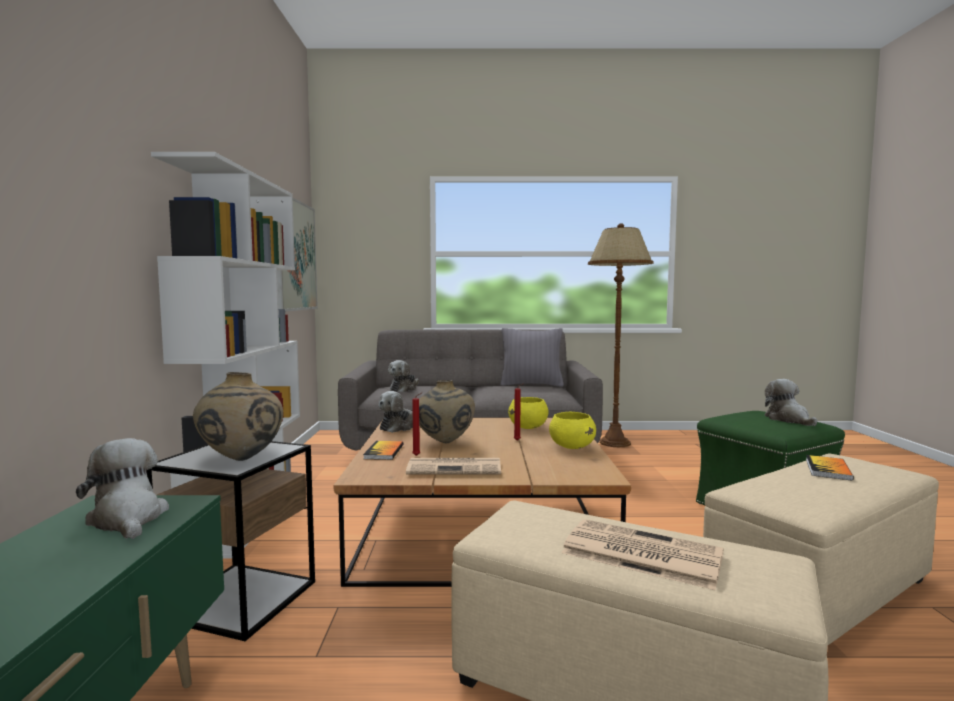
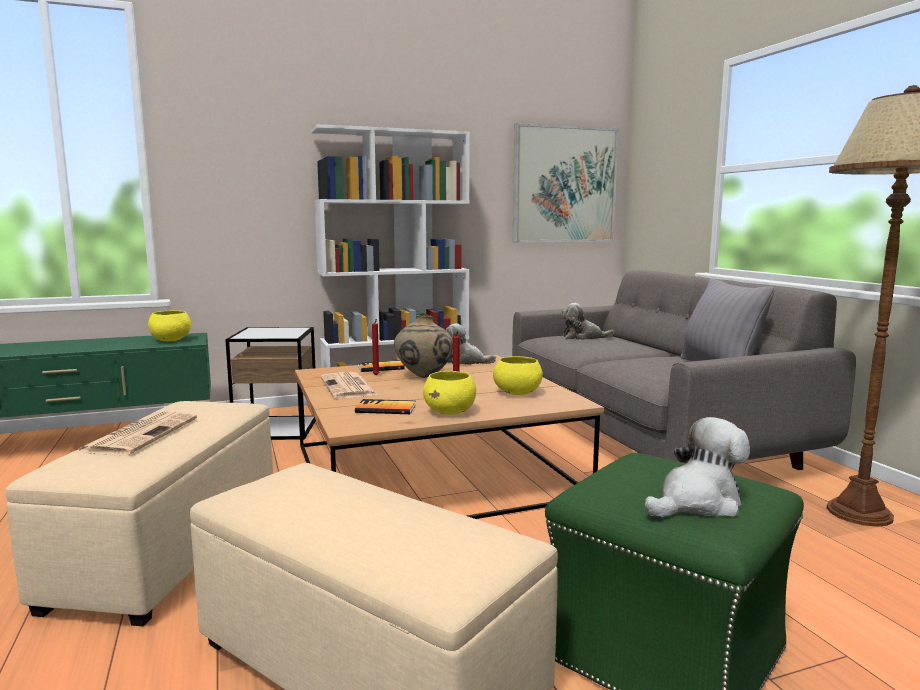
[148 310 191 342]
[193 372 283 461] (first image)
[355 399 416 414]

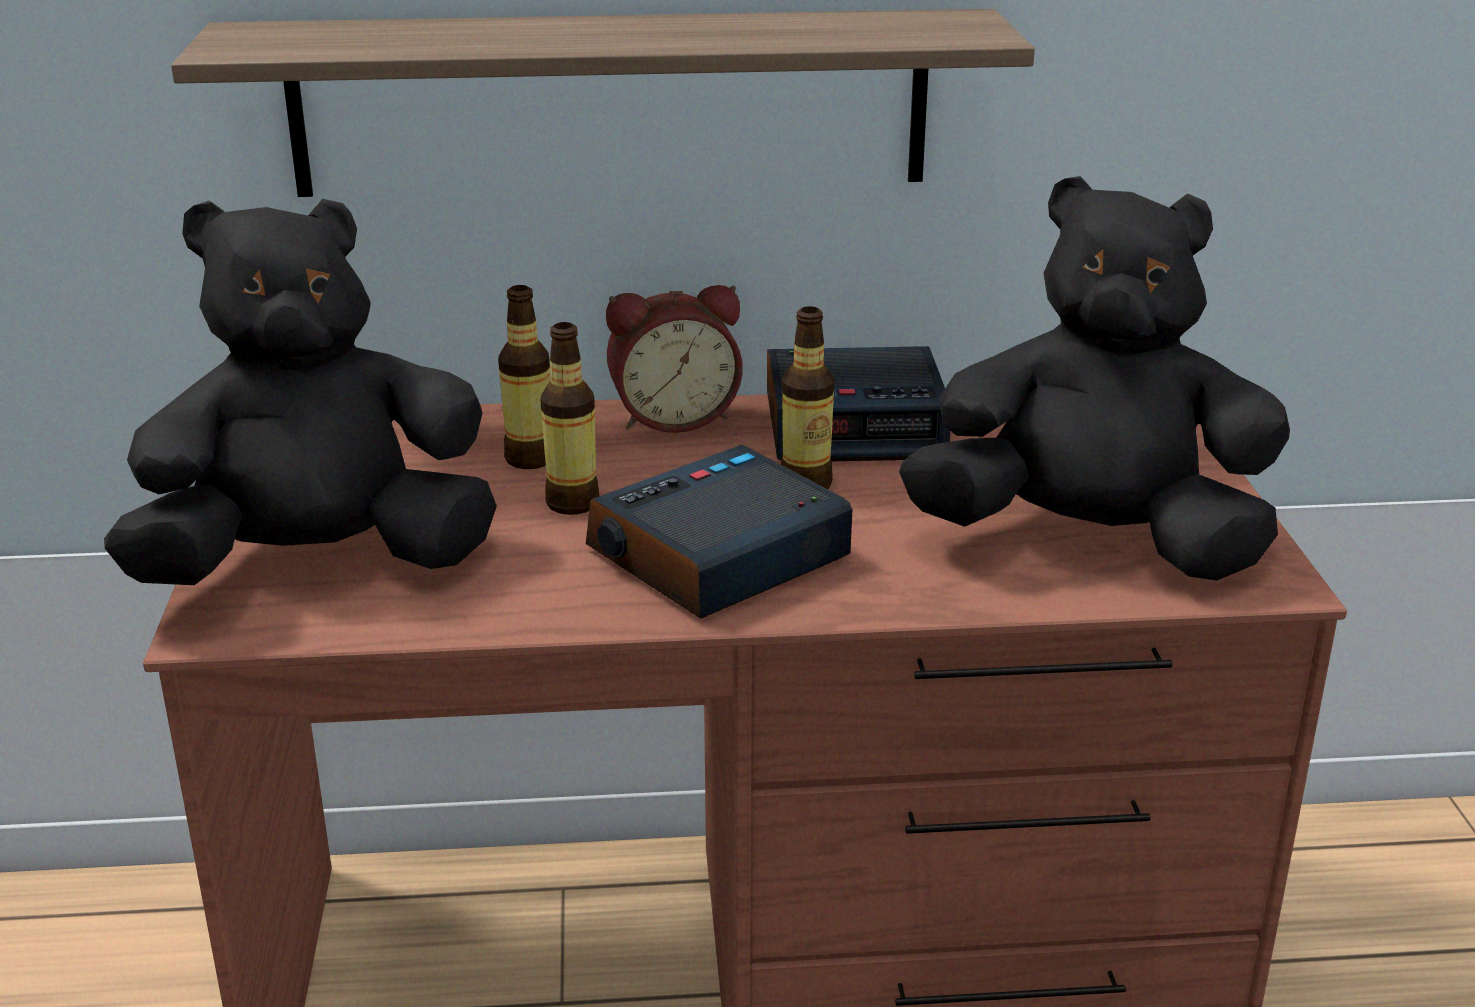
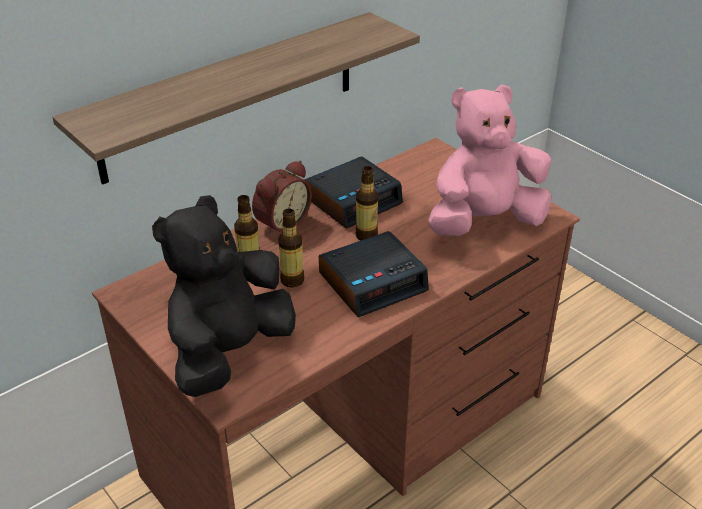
[319 231 429 317]
[428 85 551 236]

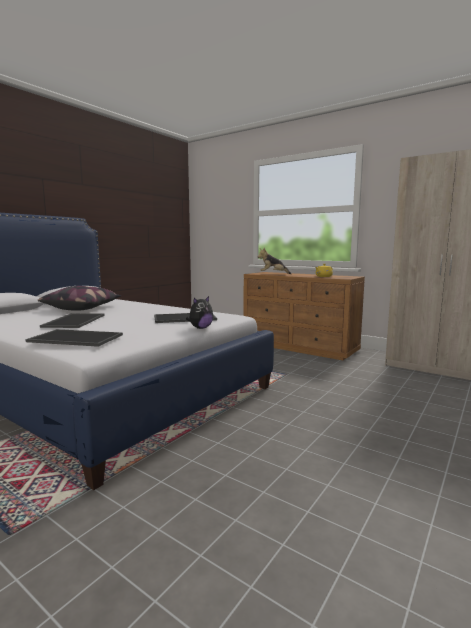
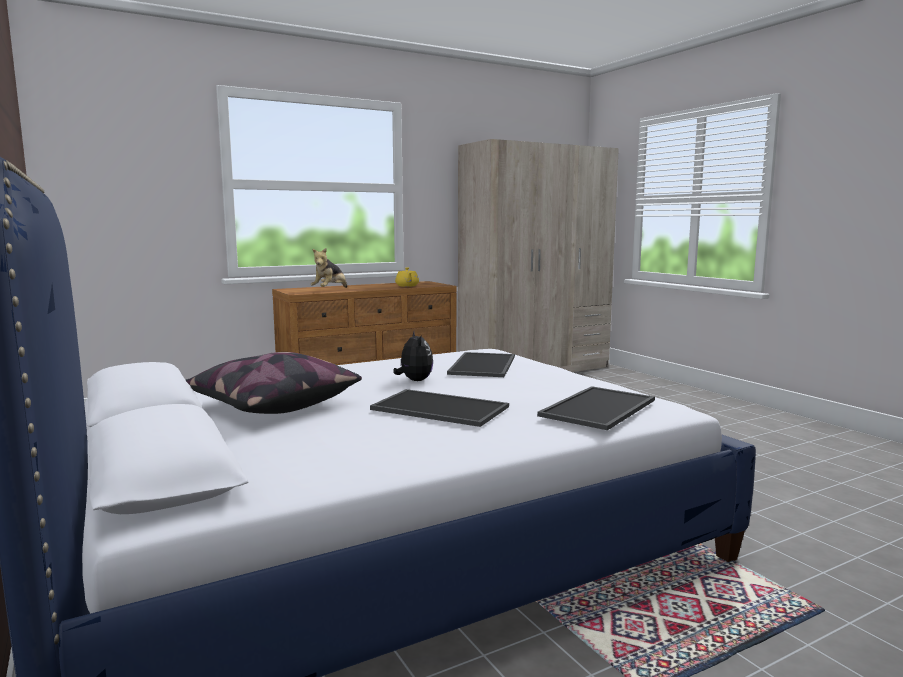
[393 331 433 381]

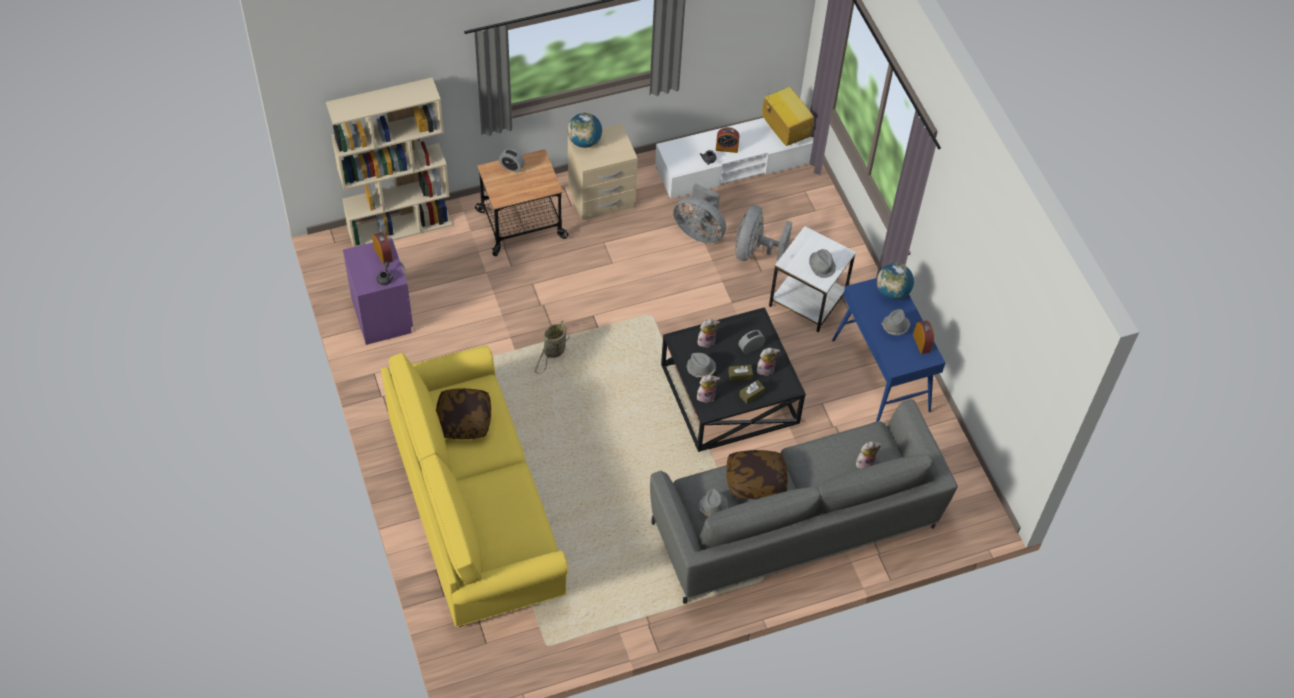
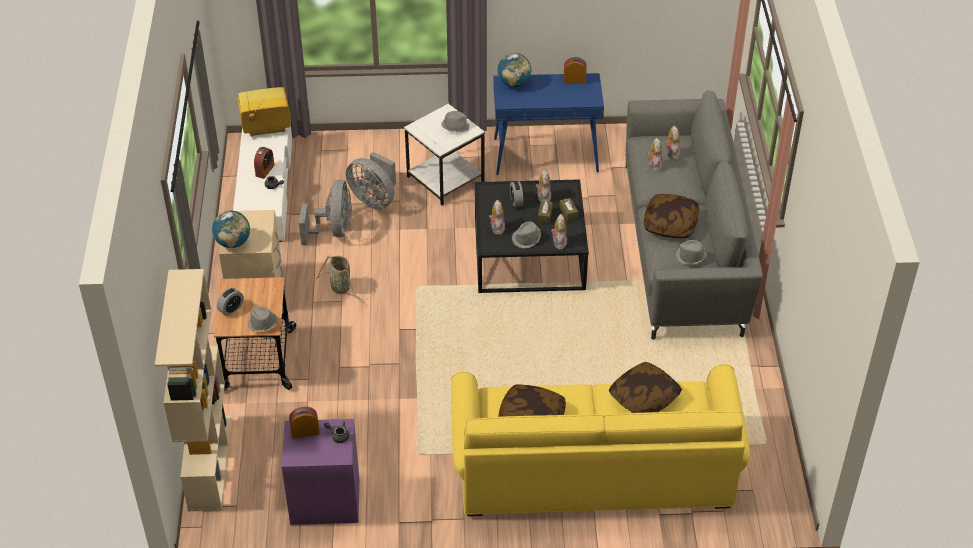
[316 255 364 303]
[299 180 352 245]
[248 306 278 332]
[609 362 682 413]
[647 138 662 172]

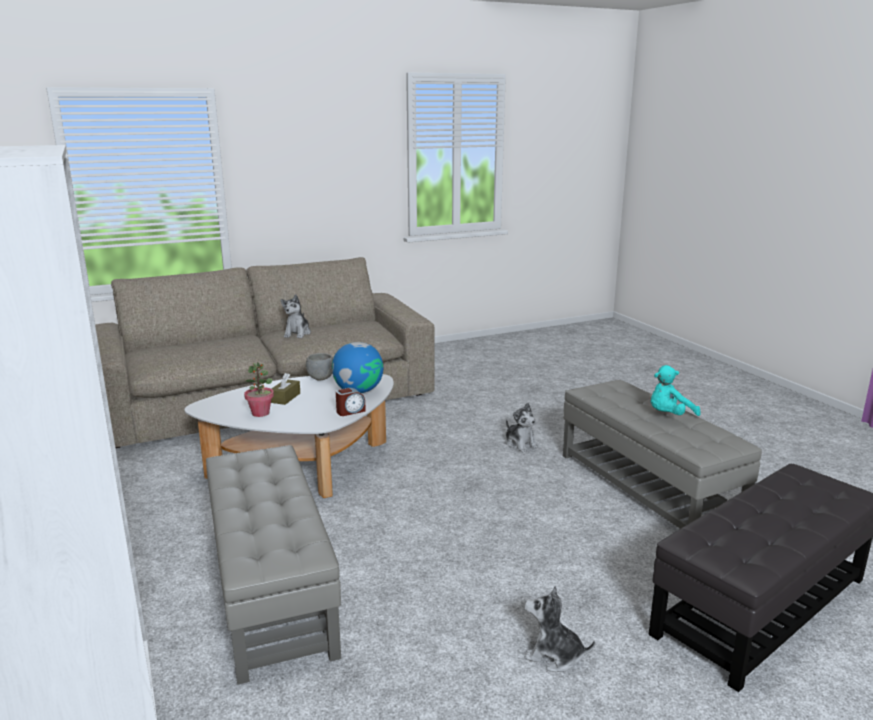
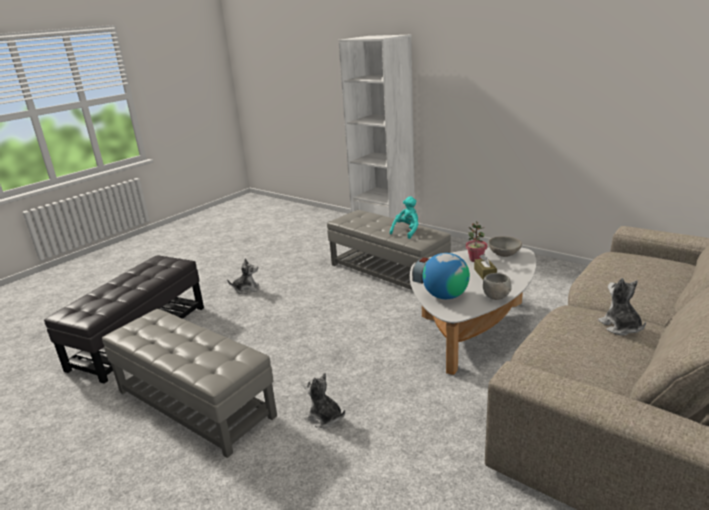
[390 196 418 239]
[488 236 522 257]

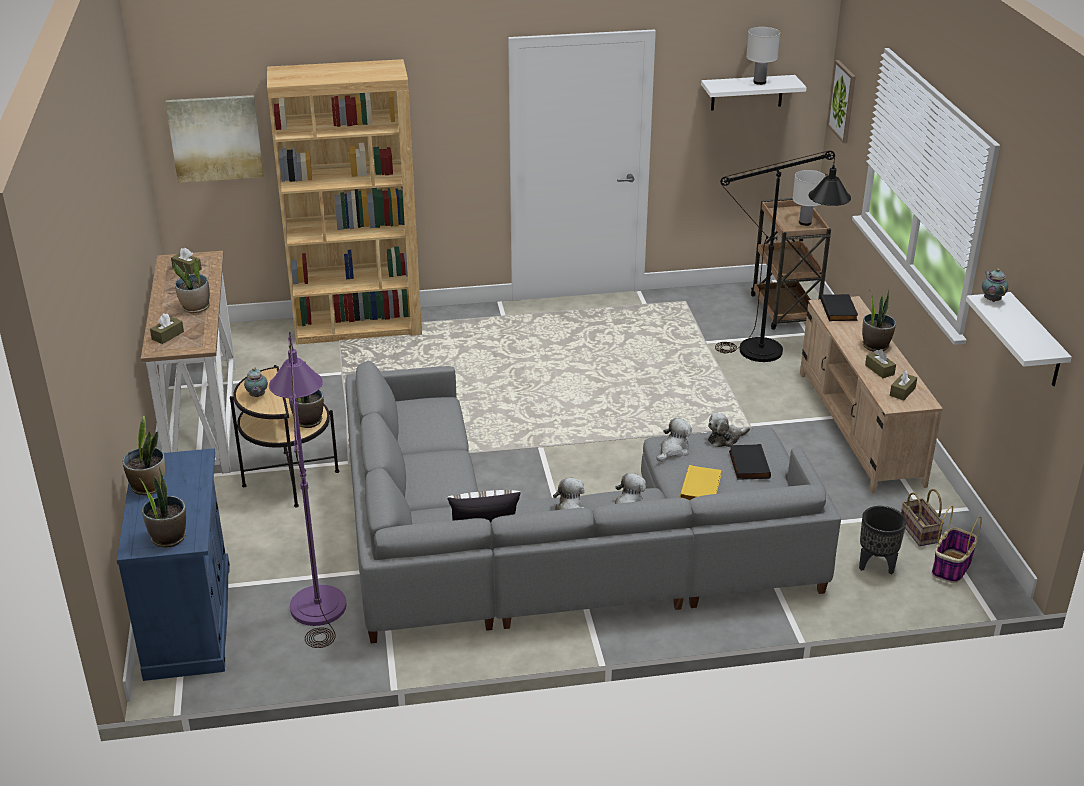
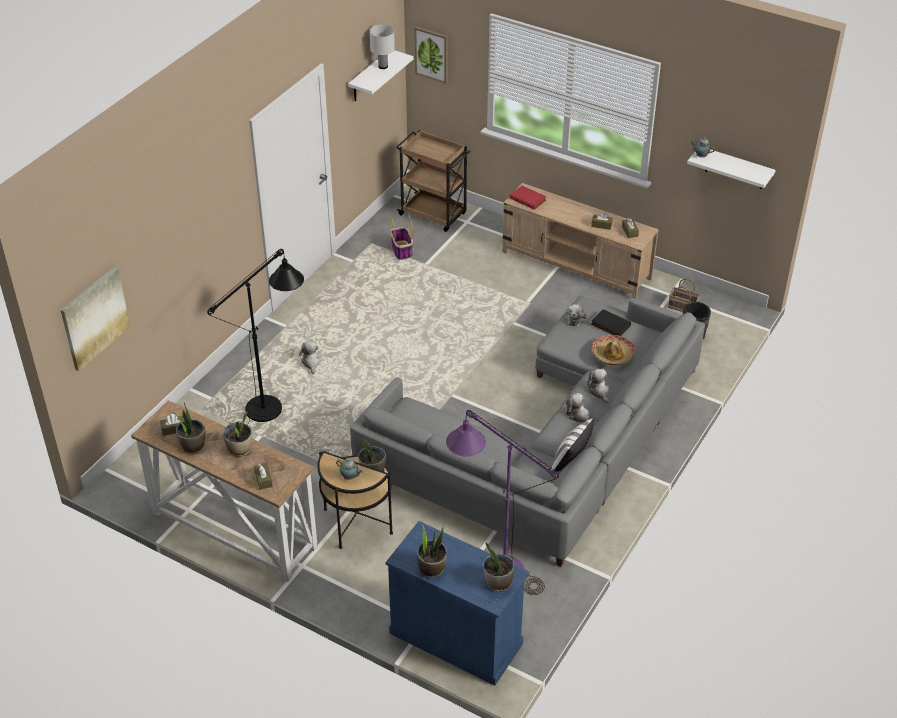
[267 59 422 345] (first image)
[299 341 322 374]
[592 335 635 365]
[207 249 304 425]
[792 170 826 226] (first image)
[510 185 547 210]
[175 403 205 454]
[390 215 413 260]

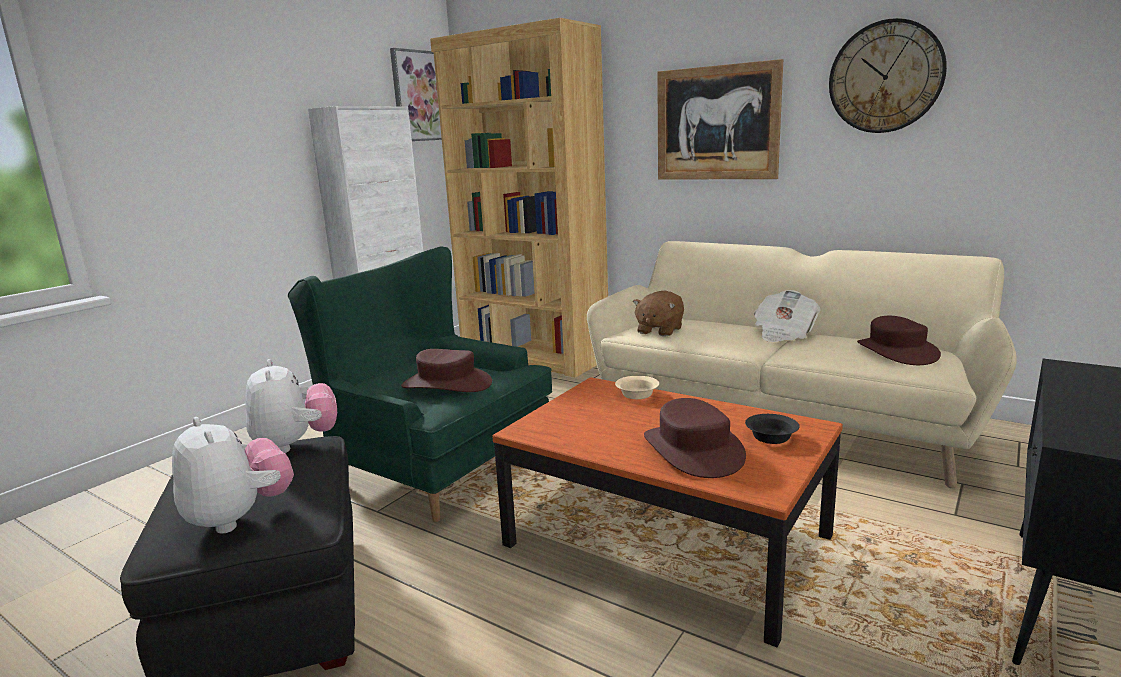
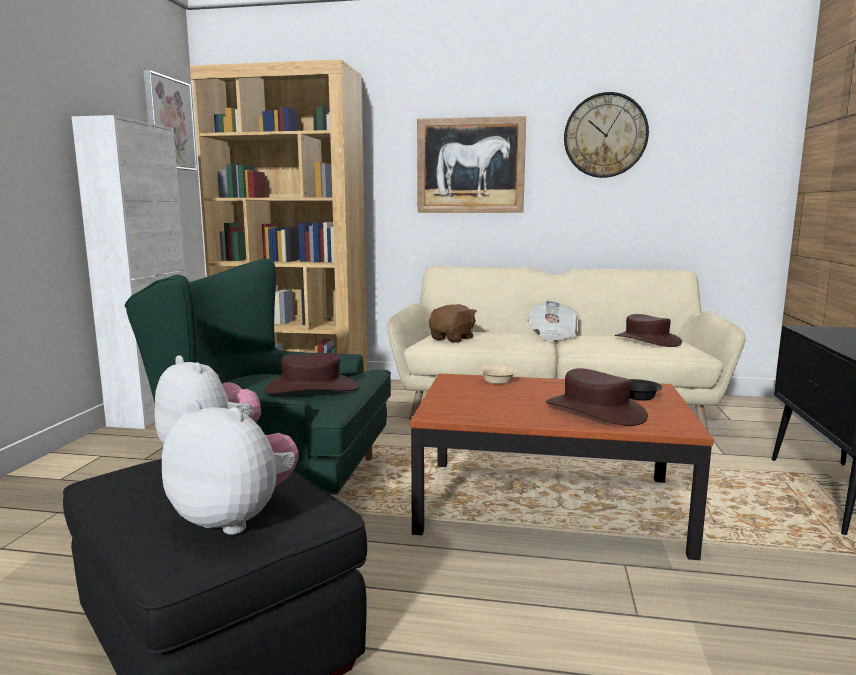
[429 304 477 343]

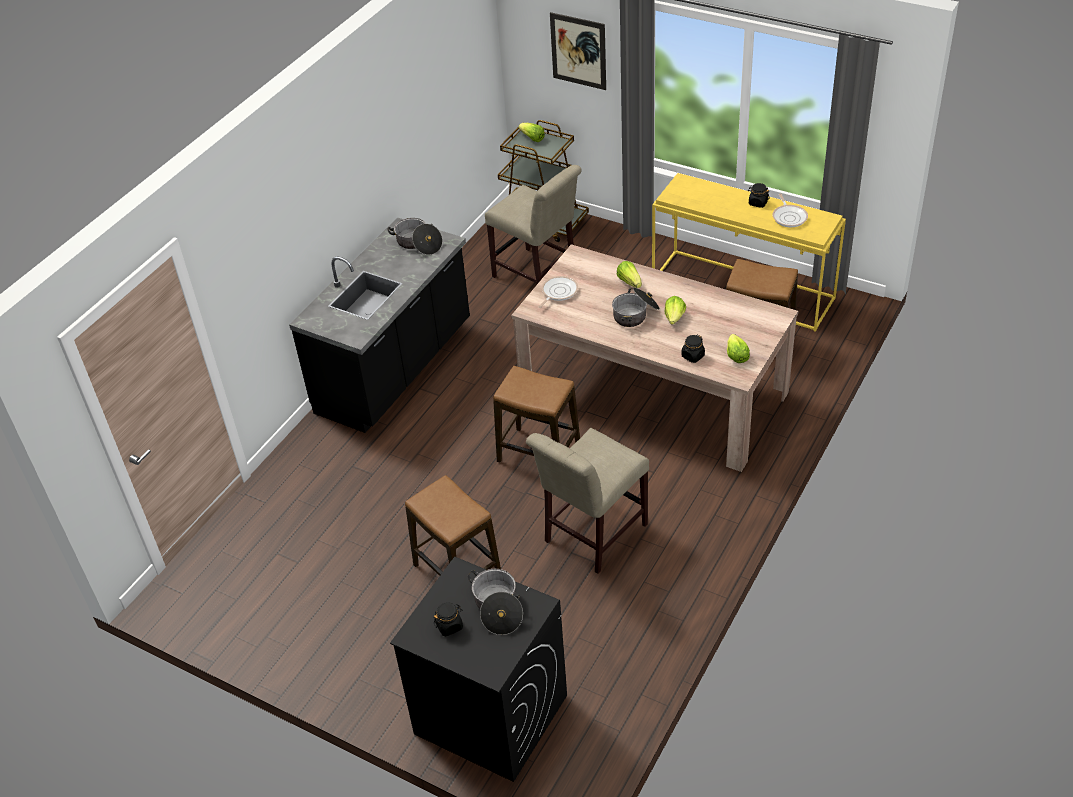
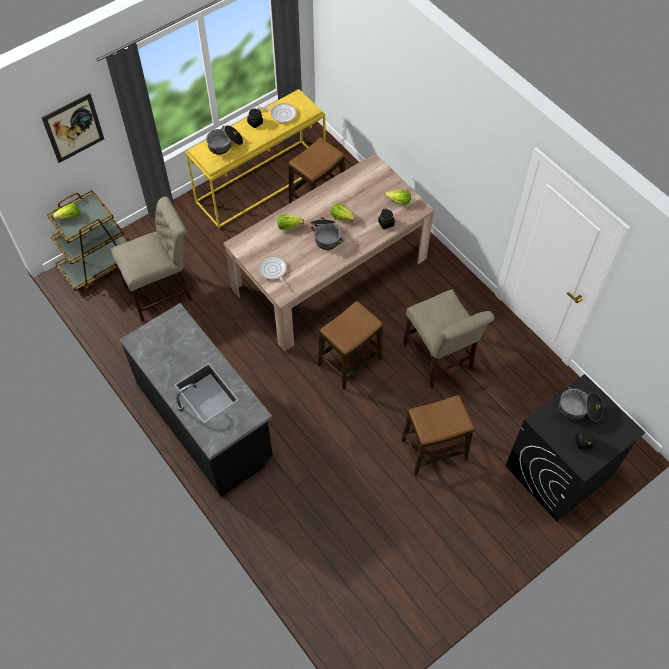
[206 125 243 155]

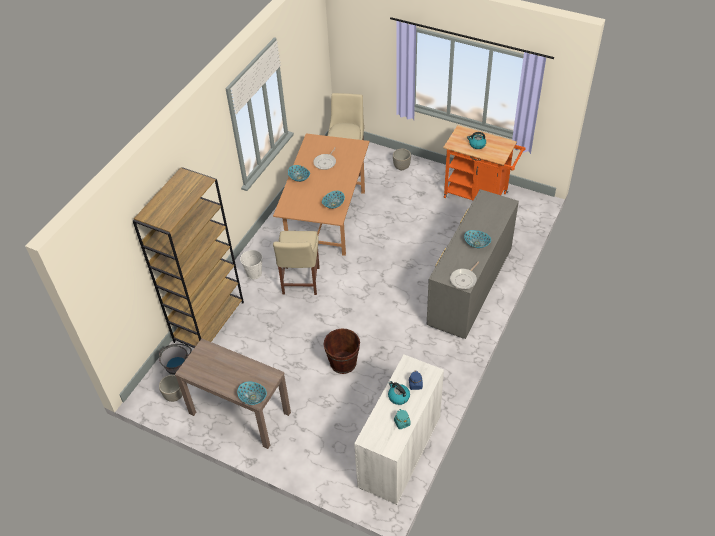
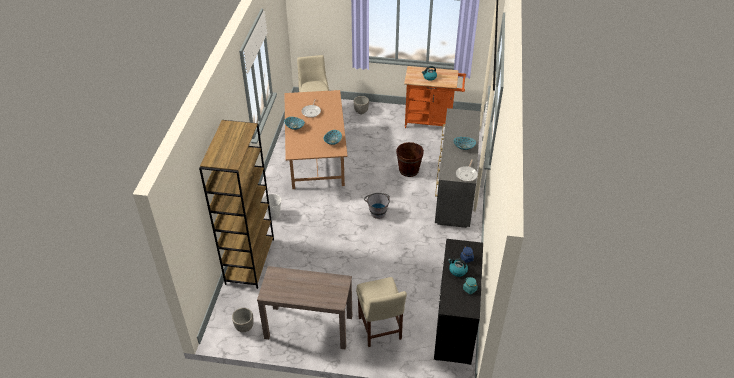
[364 193 390 219]
[237 382 267 405] (first image)
[356 277 407 347]
[396 142 424 177]
[434 239 483 365]

